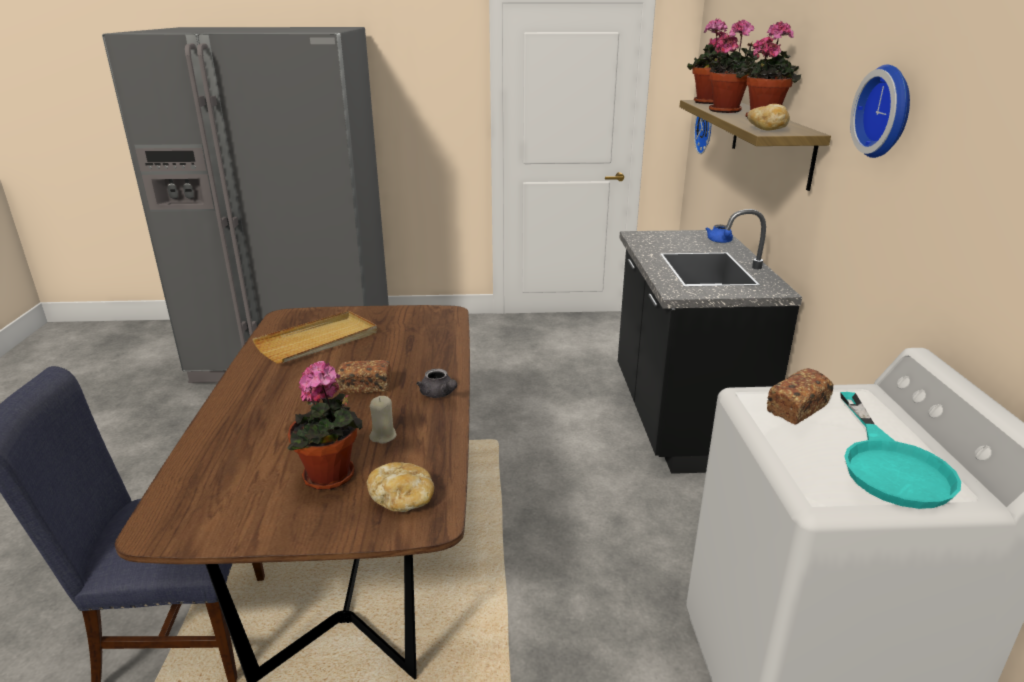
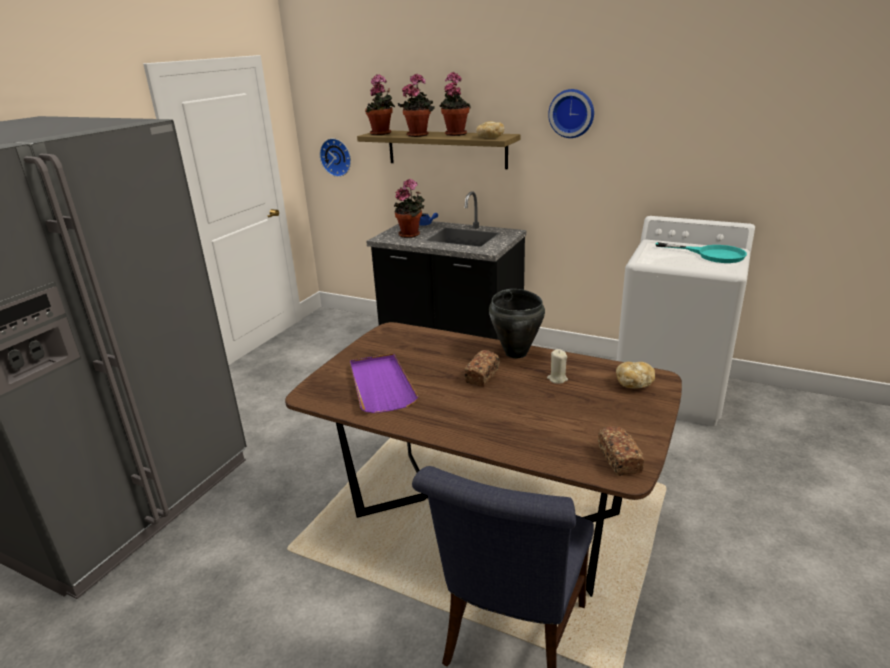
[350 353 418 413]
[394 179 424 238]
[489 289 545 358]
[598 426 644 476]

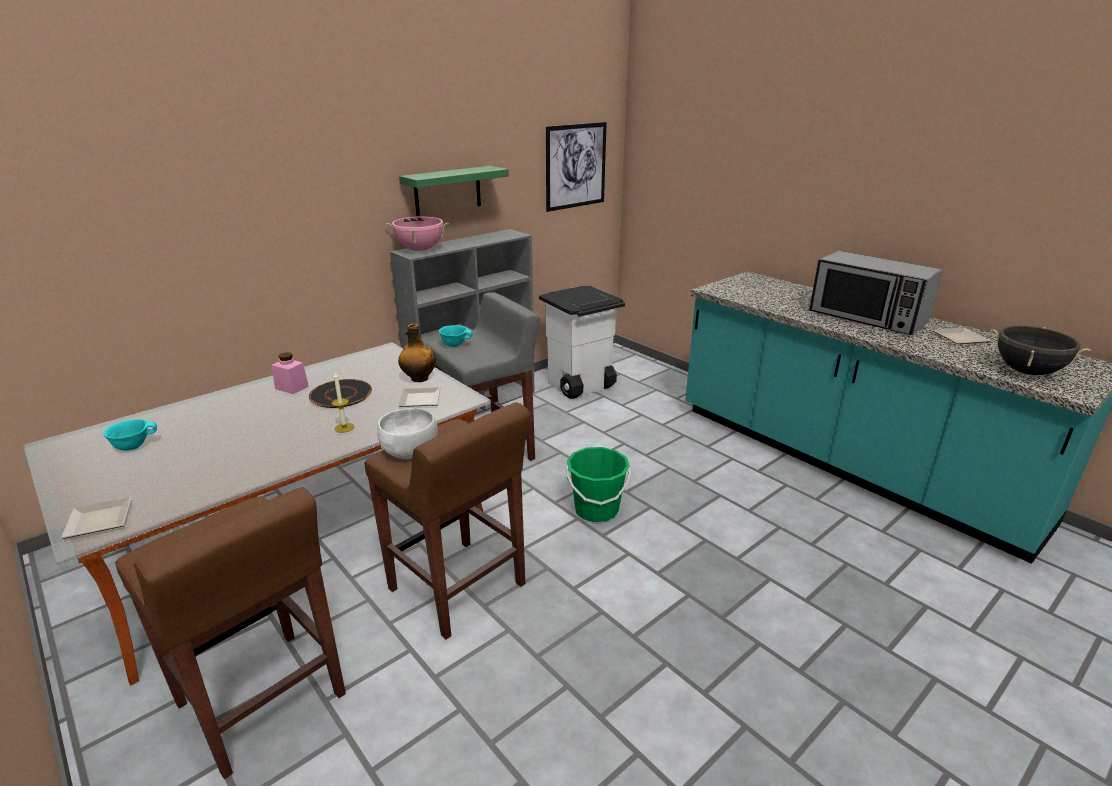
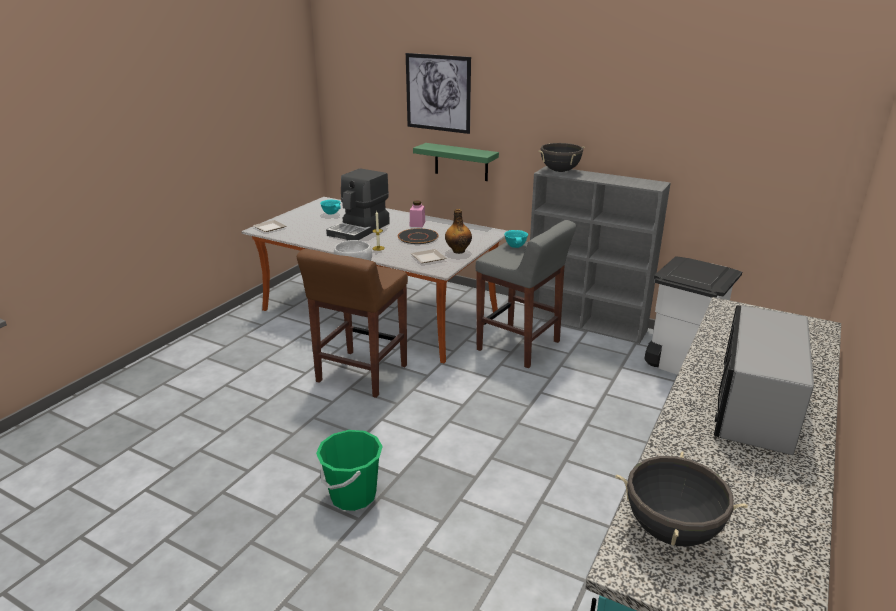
[115 487 346 779] (first image)
[538 143 585 172]
[413 143 499 181]
[406 53 471 134]
[316 430 383 511]
[933 328 990 344] (first image)
[326 168 390 240]

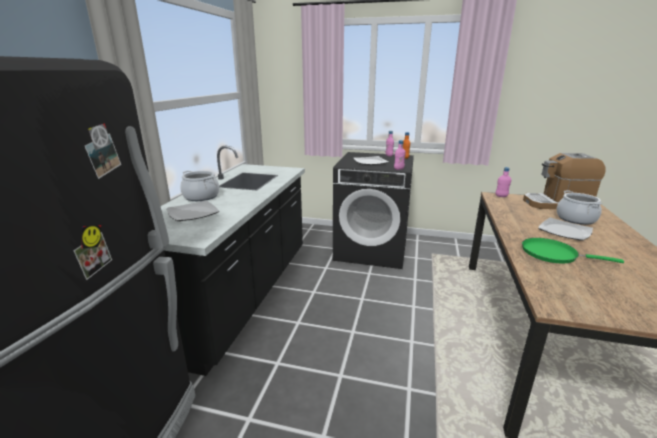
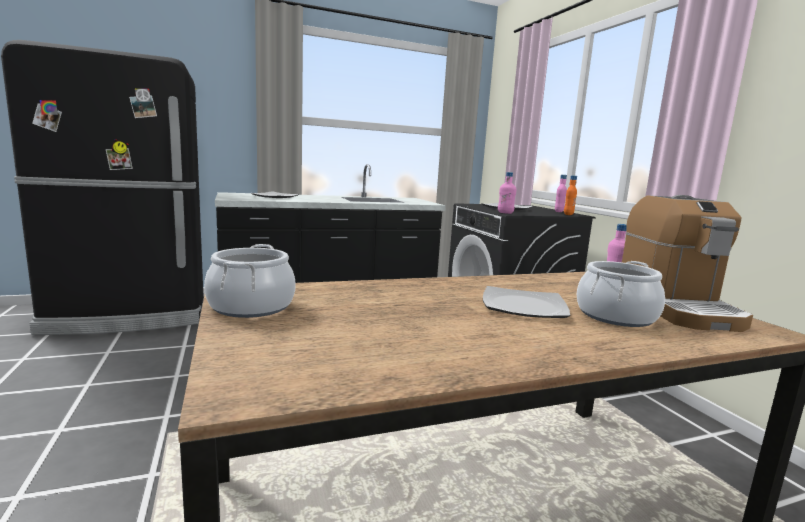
[204 244 296 318]
[522 238 624 263] (first image)
[622 195 753 332]

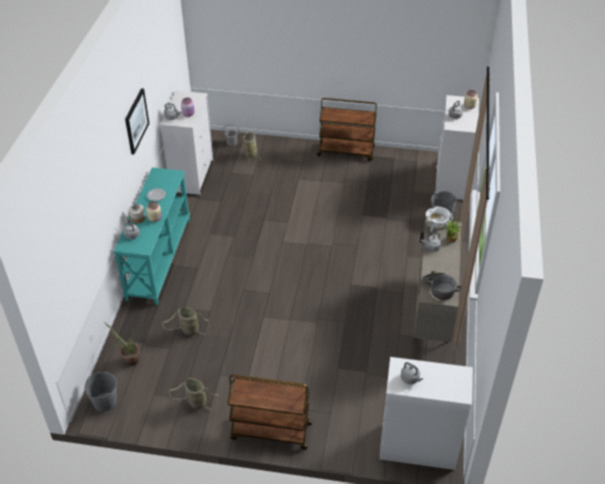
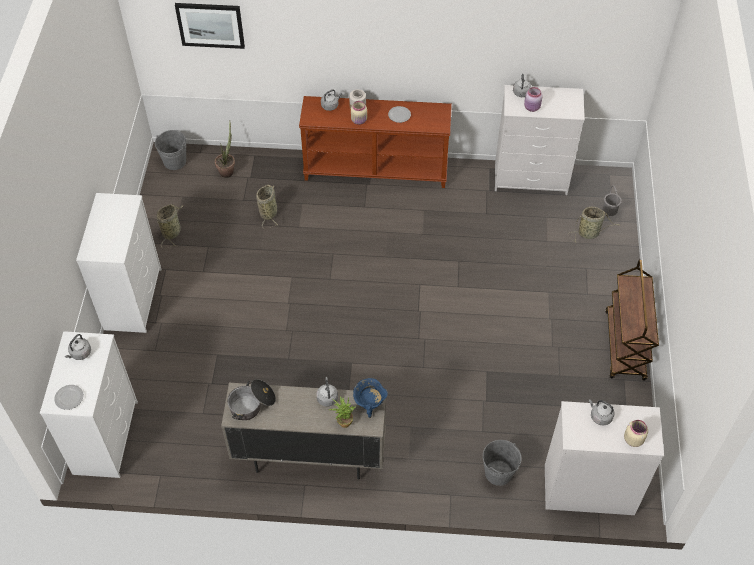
[299 96 452 188]
[175 3 245 49]
[76 193 162 333]
[353 378 388 418]
[54 385 84 410]

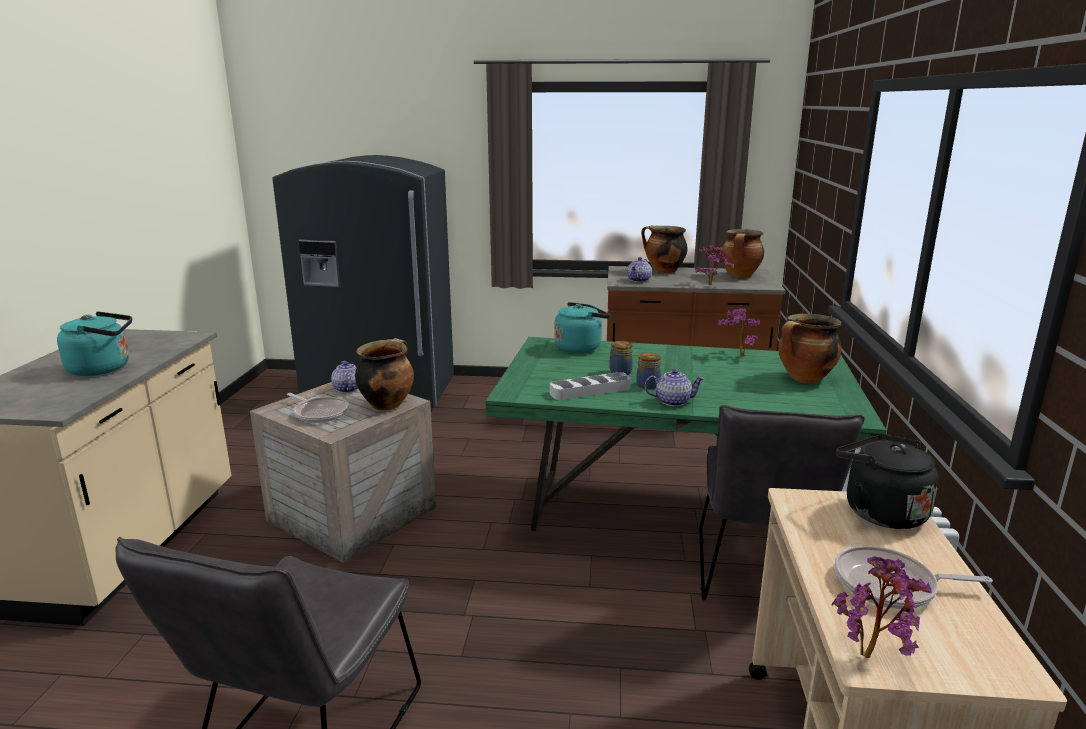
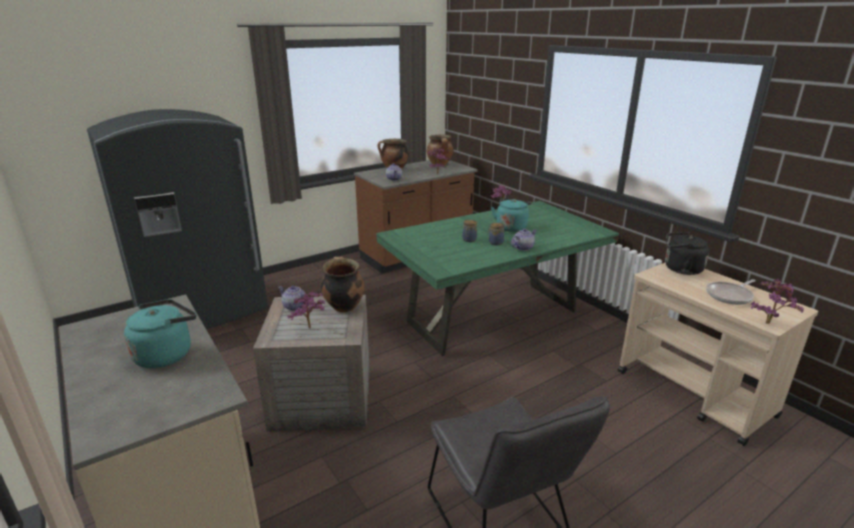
[288 291 325 329]
[550 372 631 400] (first image)
[491 198 532 232]
[699 405 865 600] (first image)
[778 314 842 383] (first image)

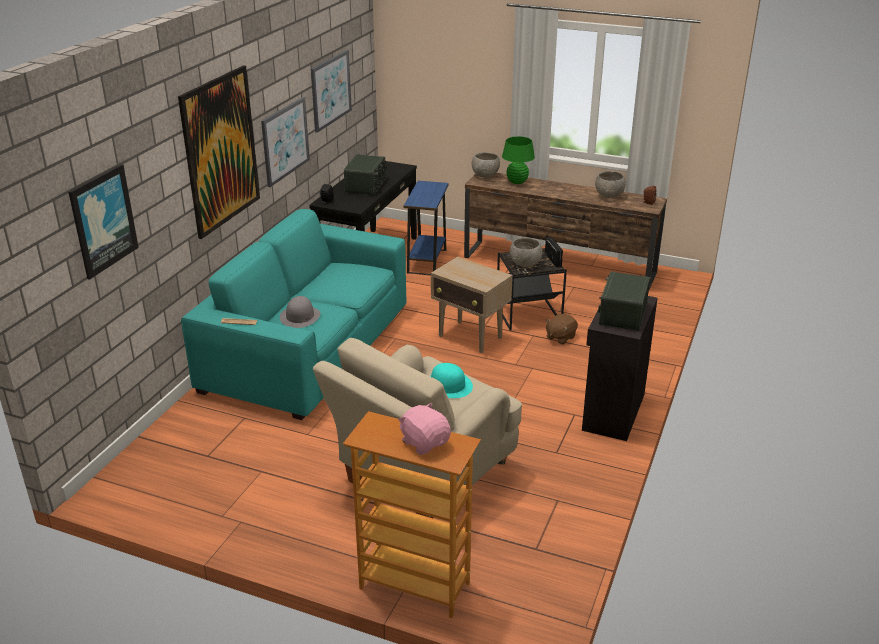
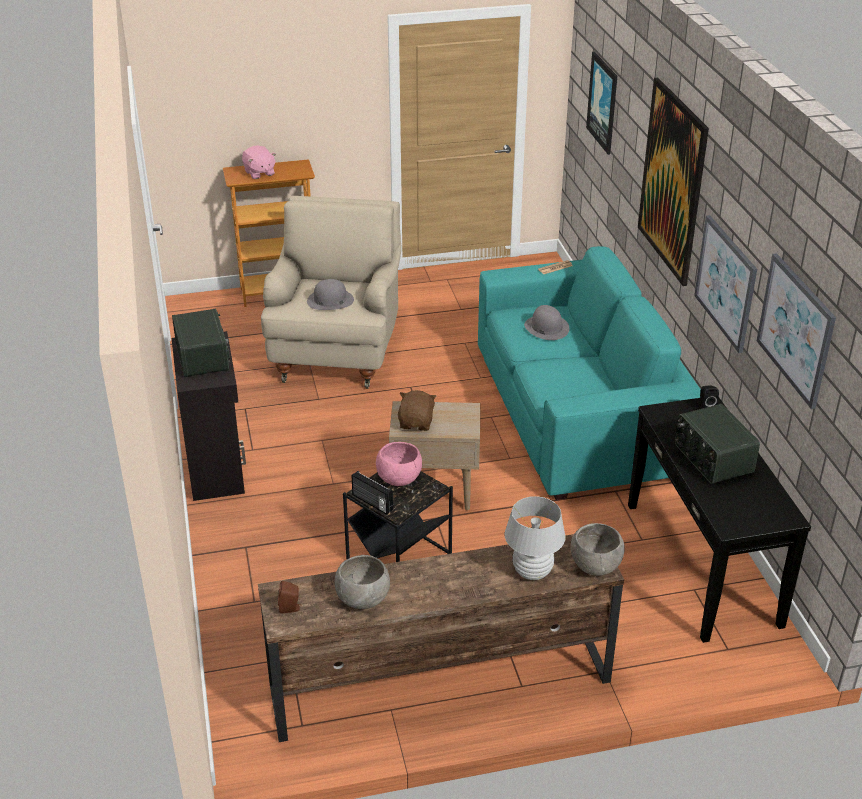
[242 146 276 179]
[404 181 448 275] (first image)
[307 279 354 310]
[505 496 566 580]
[376 442 422 486]
[398 390 437 431]

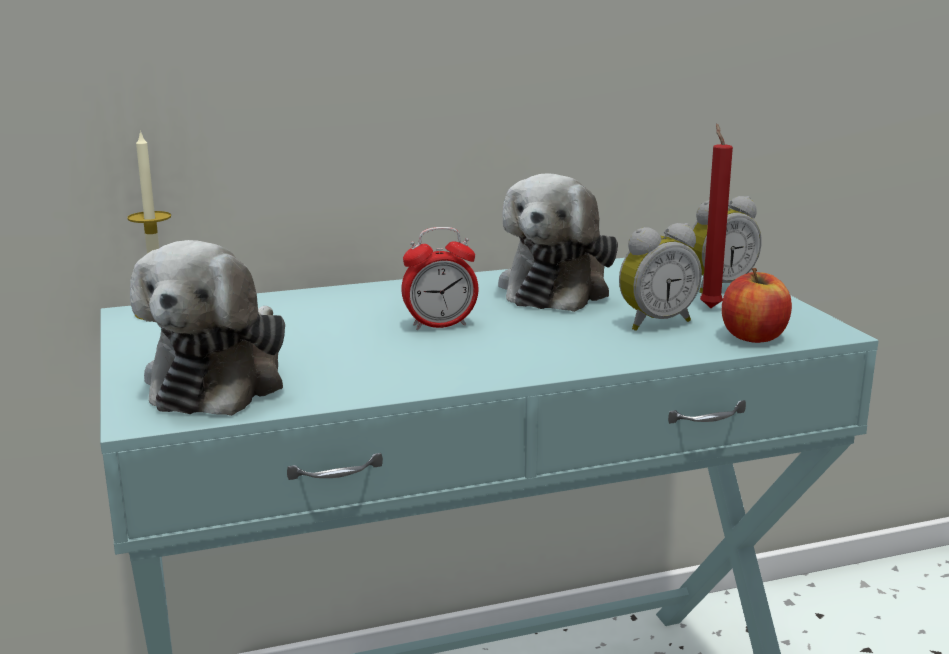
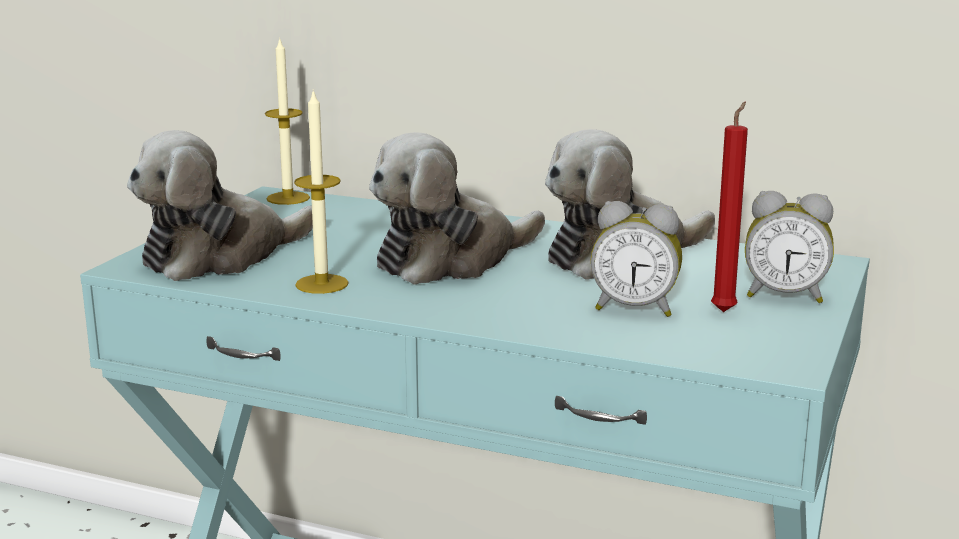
[369 132 545 284]
[722 268 792 343] (first image)
[294 90 348 294]

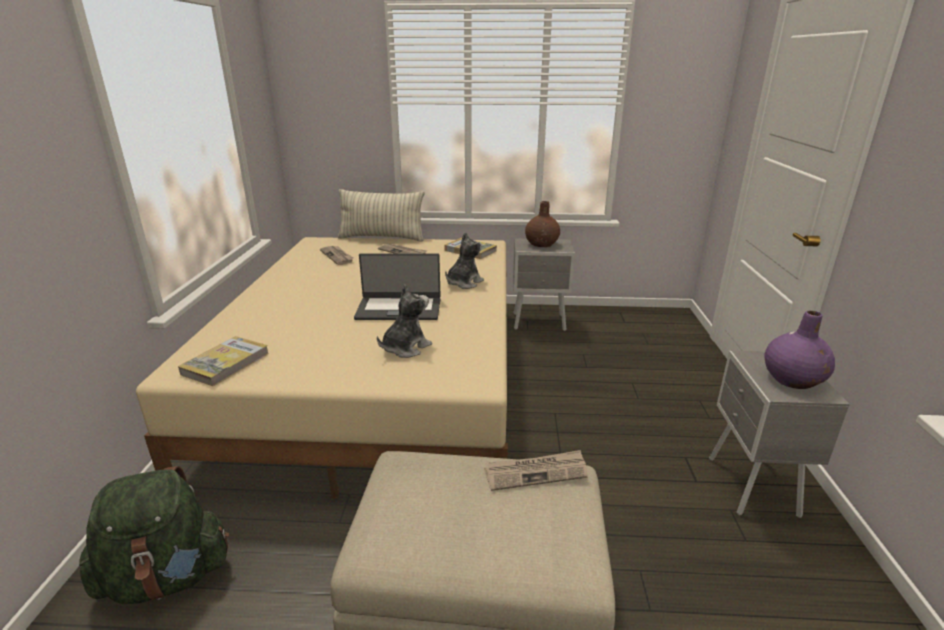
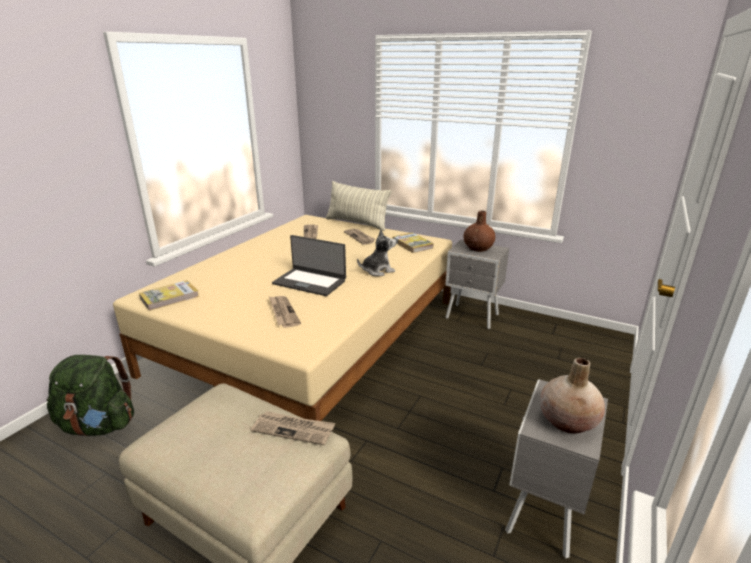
[269 296 301 328]
[540 358 605 434]

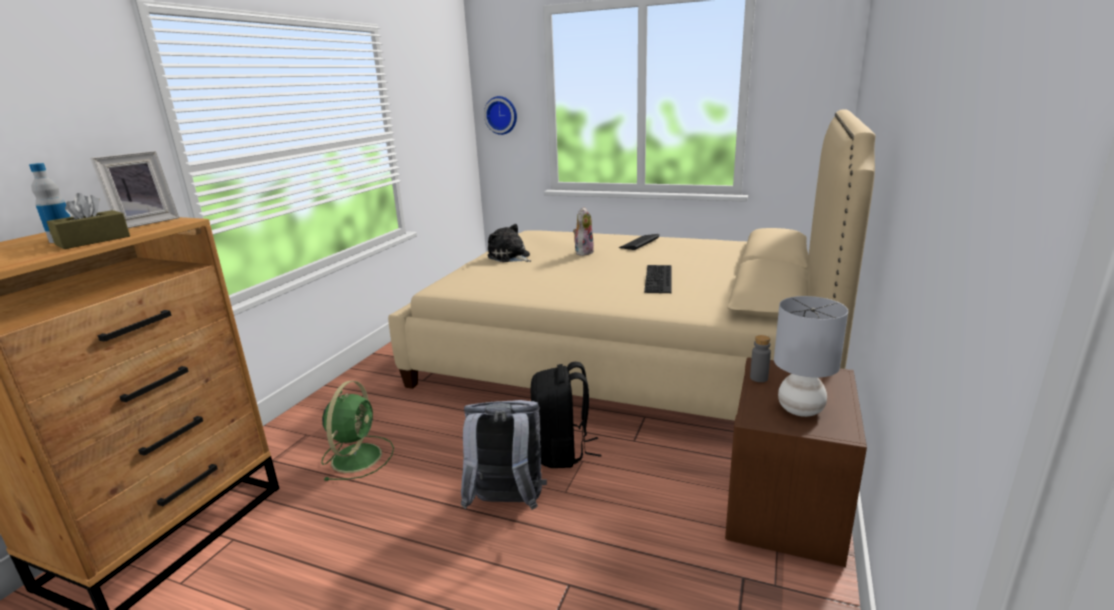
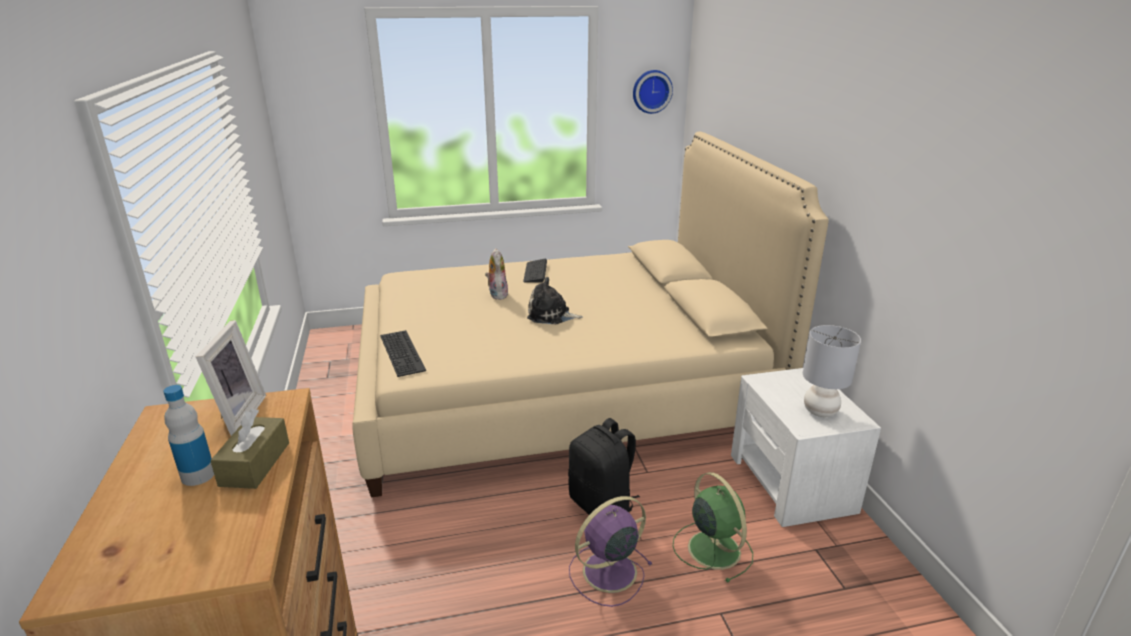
[673 472 753 583]
[569 496 653 607]
[633 70 673 114]
[527 277 583 324]
[380 330 426 377]
[731 368 881 527]
[750 335 771 382] (first image)

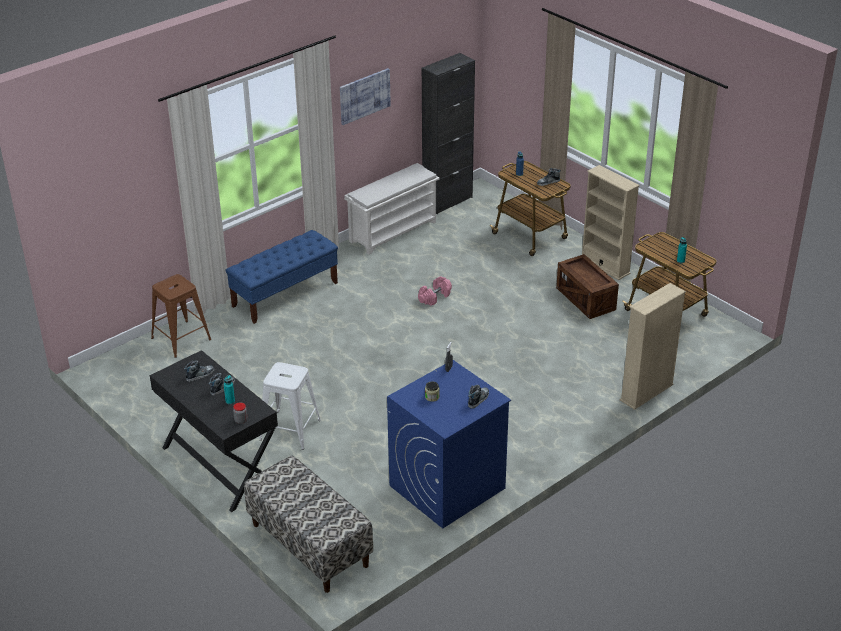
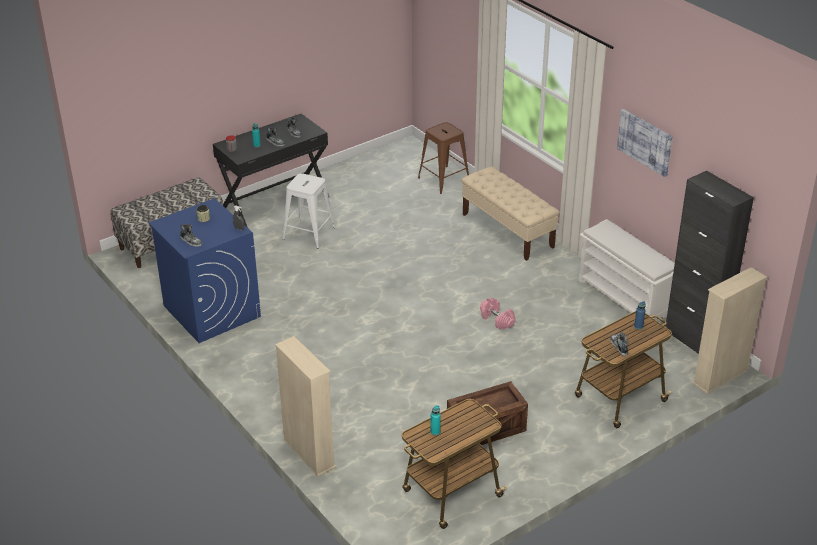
[461 167 560 261]
[692 267 767 394]

